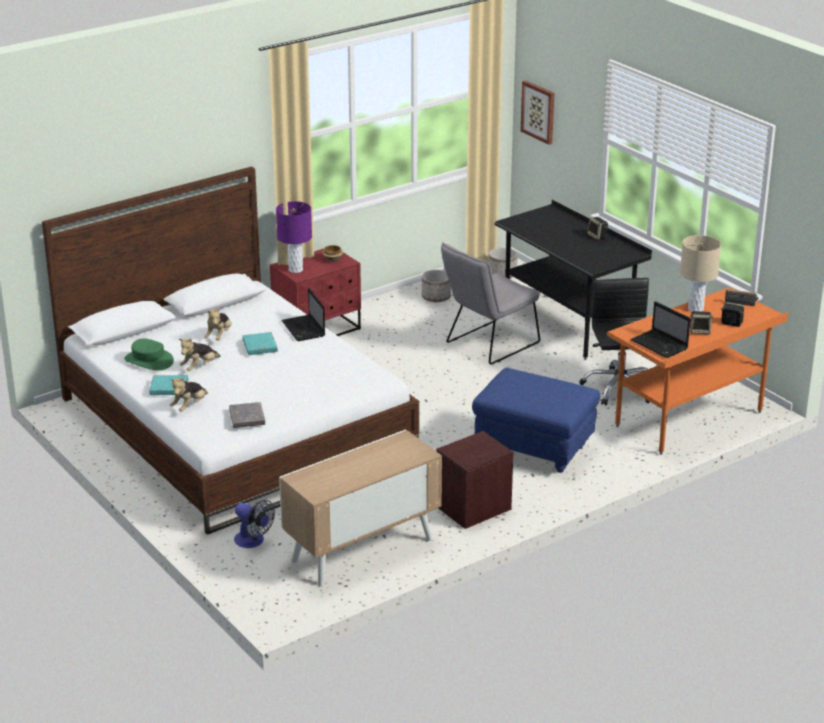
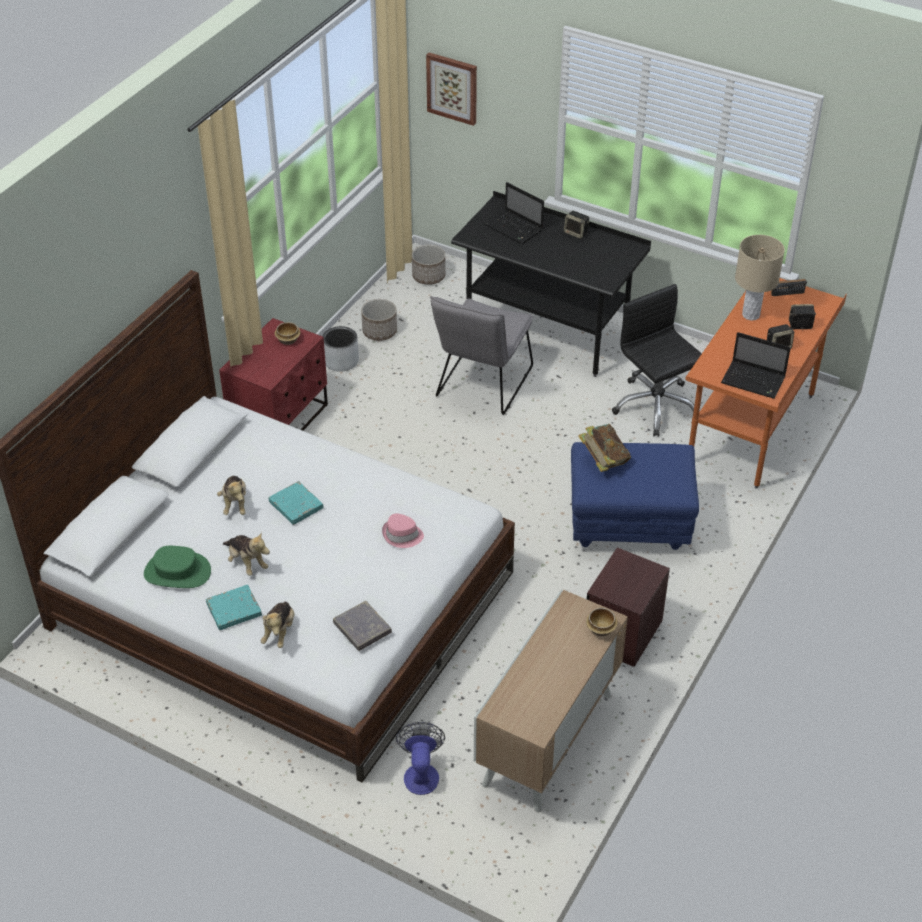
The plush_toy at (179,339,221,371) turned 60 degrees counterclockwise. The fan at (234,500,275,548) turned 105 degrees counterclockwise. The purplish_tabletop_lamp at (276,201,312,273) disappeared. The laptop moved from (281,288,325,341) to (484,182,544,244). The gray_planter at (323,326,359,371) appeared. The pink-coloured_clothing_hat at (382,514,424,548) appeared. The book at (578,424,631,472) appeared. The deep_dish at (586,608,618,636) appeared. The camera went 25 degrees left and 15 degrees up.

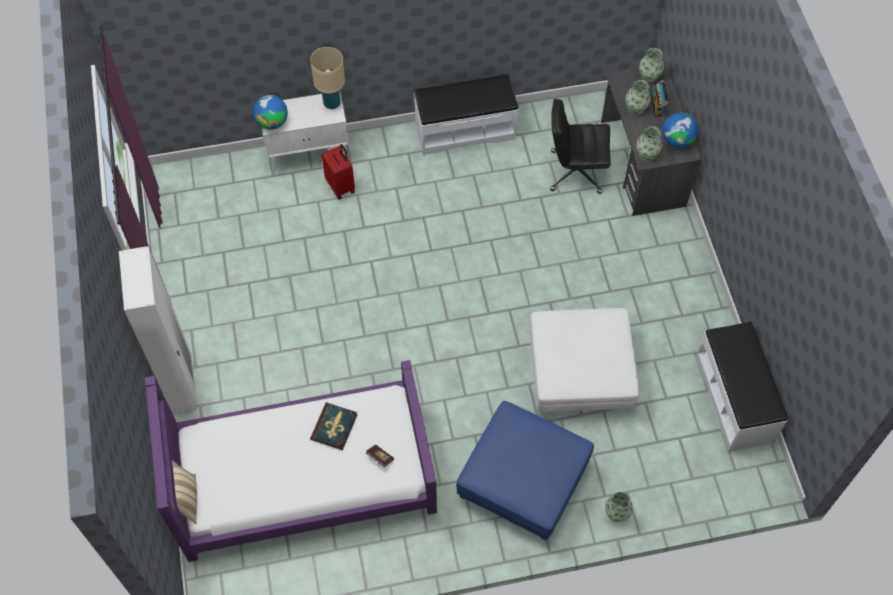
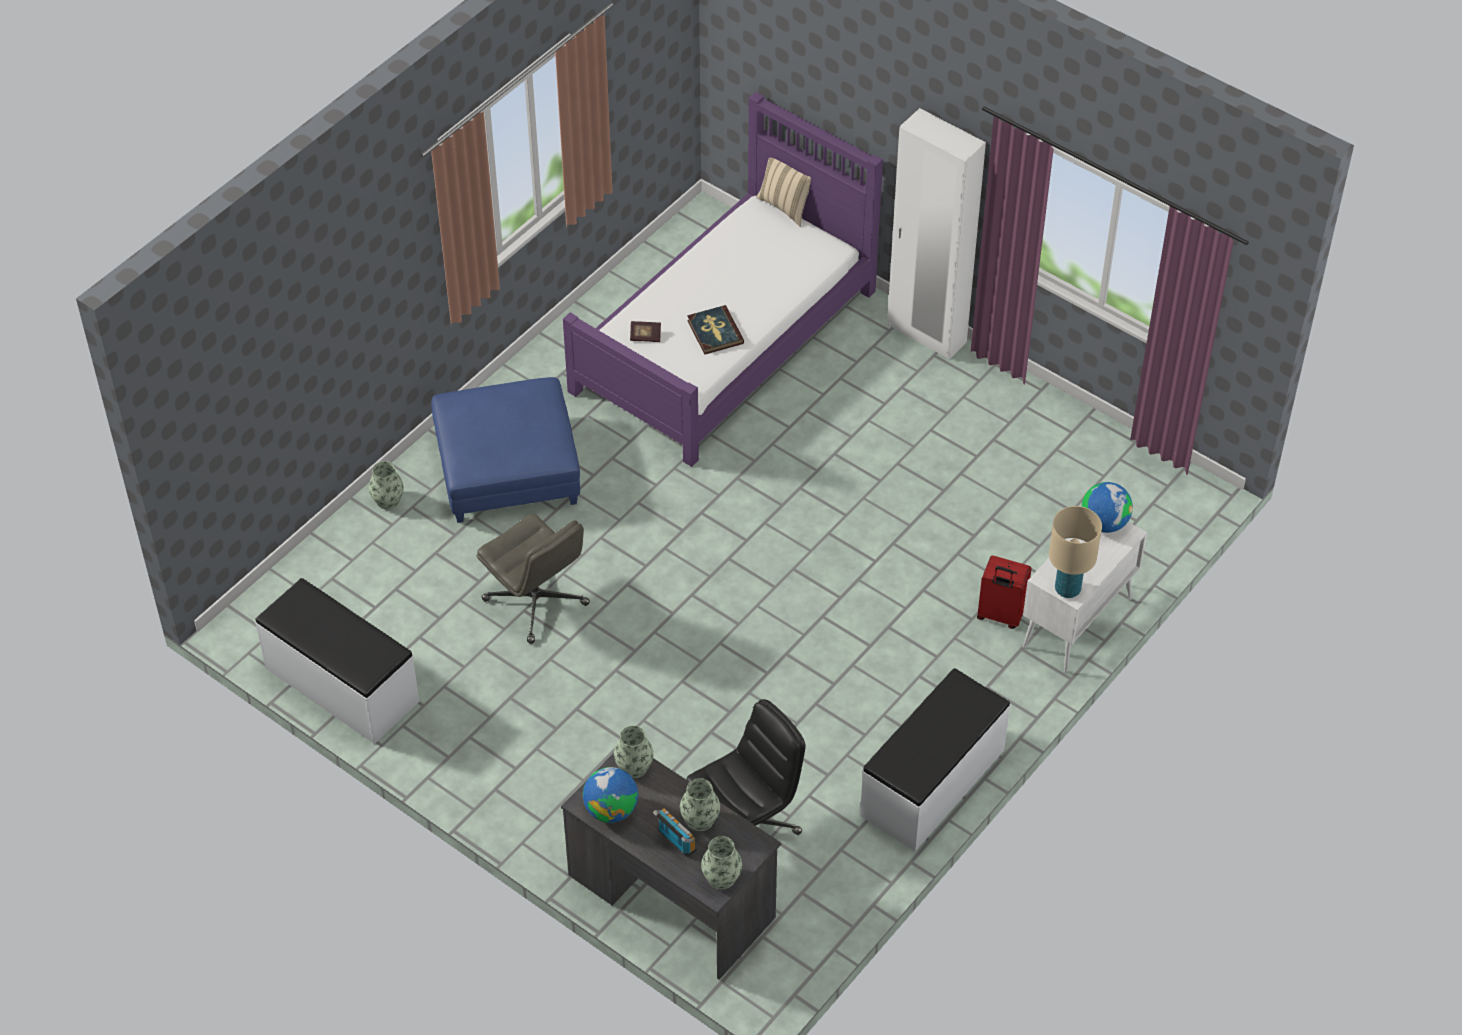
The white-coloured_ottoman at (530,308,639,415) was replaced by the gray_office_chair at (477,514,590,644). The camera went 140 degrees right and 10 degrees down.

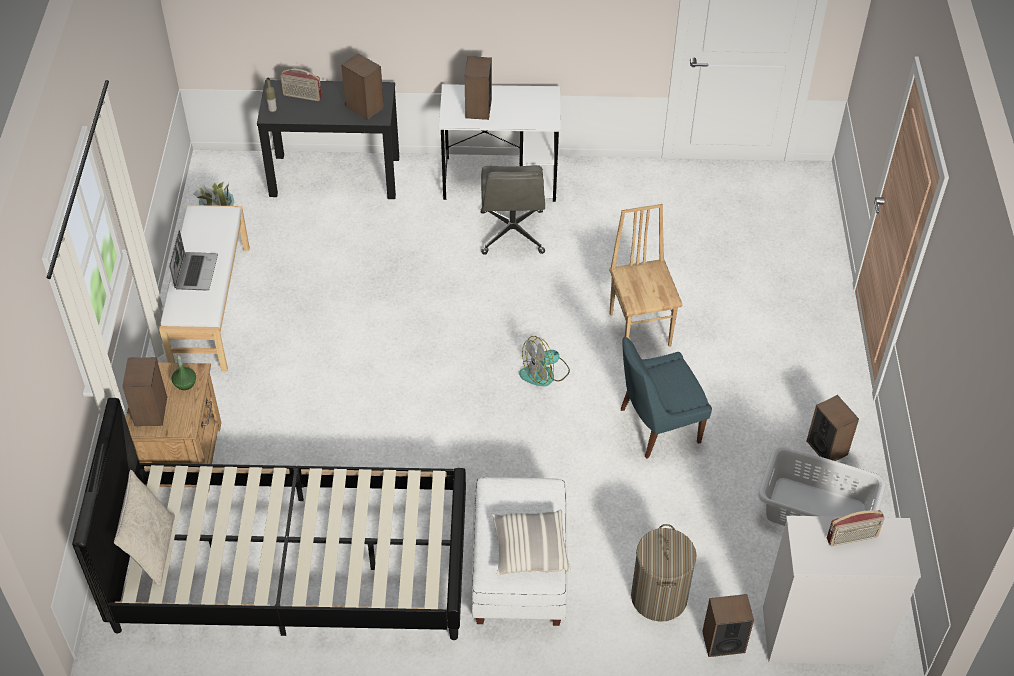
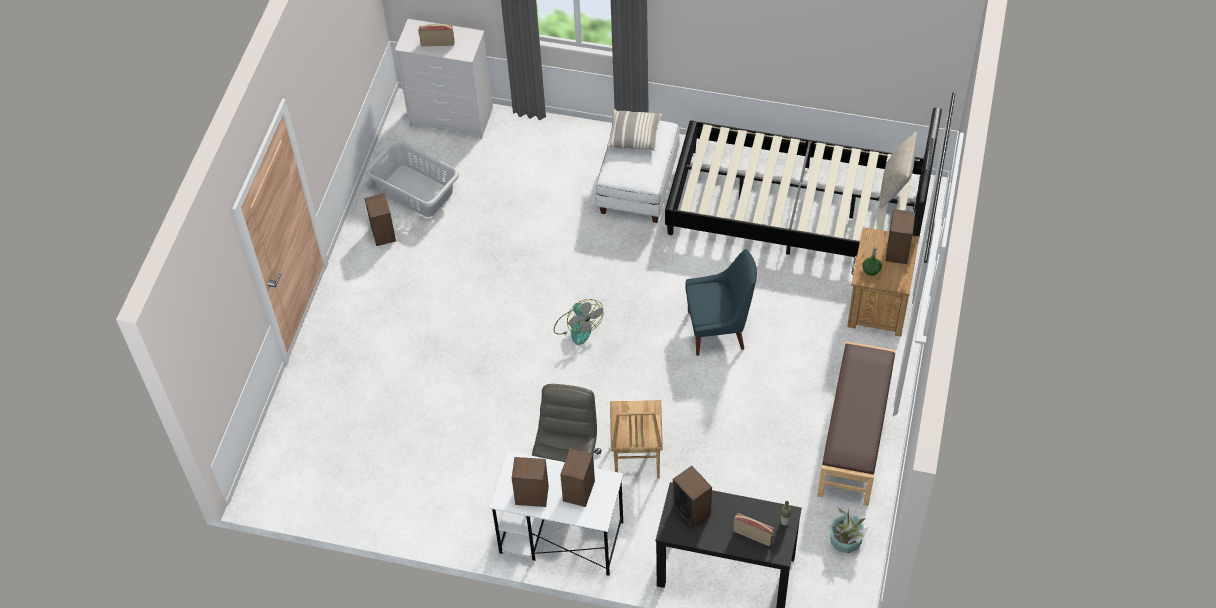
The white-coloured_indoor_bench at (159,205,250,371) became the brownish_indoor_bench at (817,341,896,506). The laptop at (169,230,218,290) disappeared. The fan at (519,336,570,386) turned 75 degrees clockwise. The brownish_plain_chair moved from (609,204,683,347) to (610,400,663,478). The bluish_plain_chair moved from (621,336,712,458) to (686,249,757,356). The washing_basket at (631,524,697,622) disappeared. The speaker moved from (702,594,754,657) to (512,457,549,507). The camera went 165 degrees left and 5 degrees up.

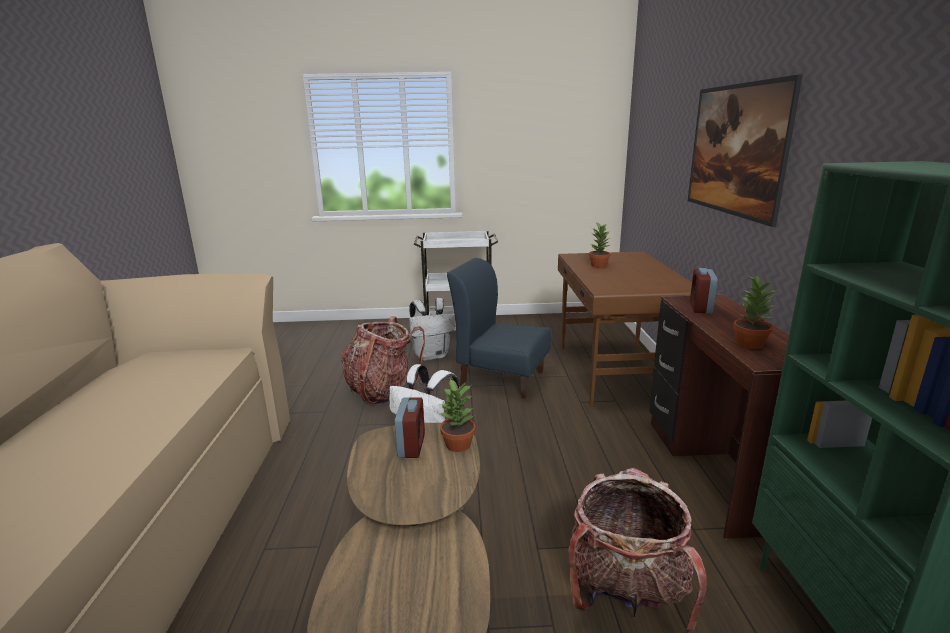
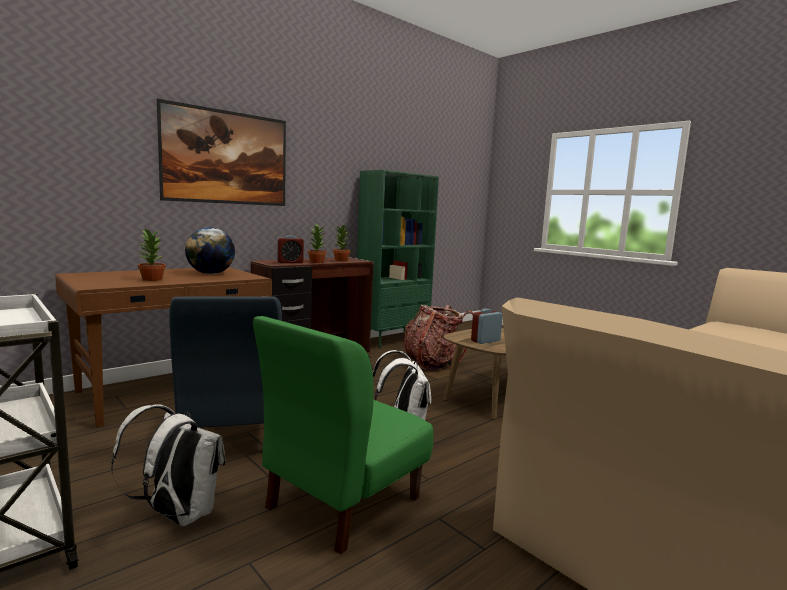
The rucksack at (341,316,425,406) was replaced by the green_plain_chair at (253,316,433,555). The houseplant moved from (438,379,476,452) to (308,224,327,263). The globe at (185,227,235,274) appeared. The camera went 130 degrees left and 10 degrees down.

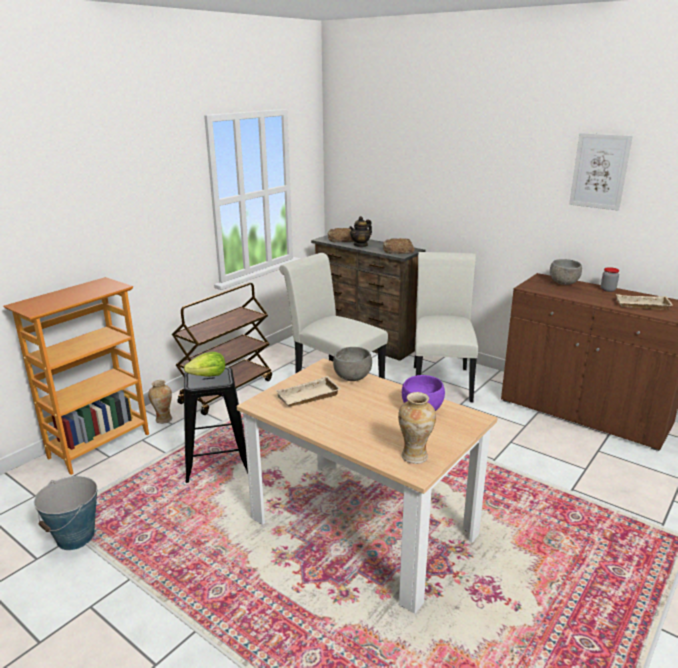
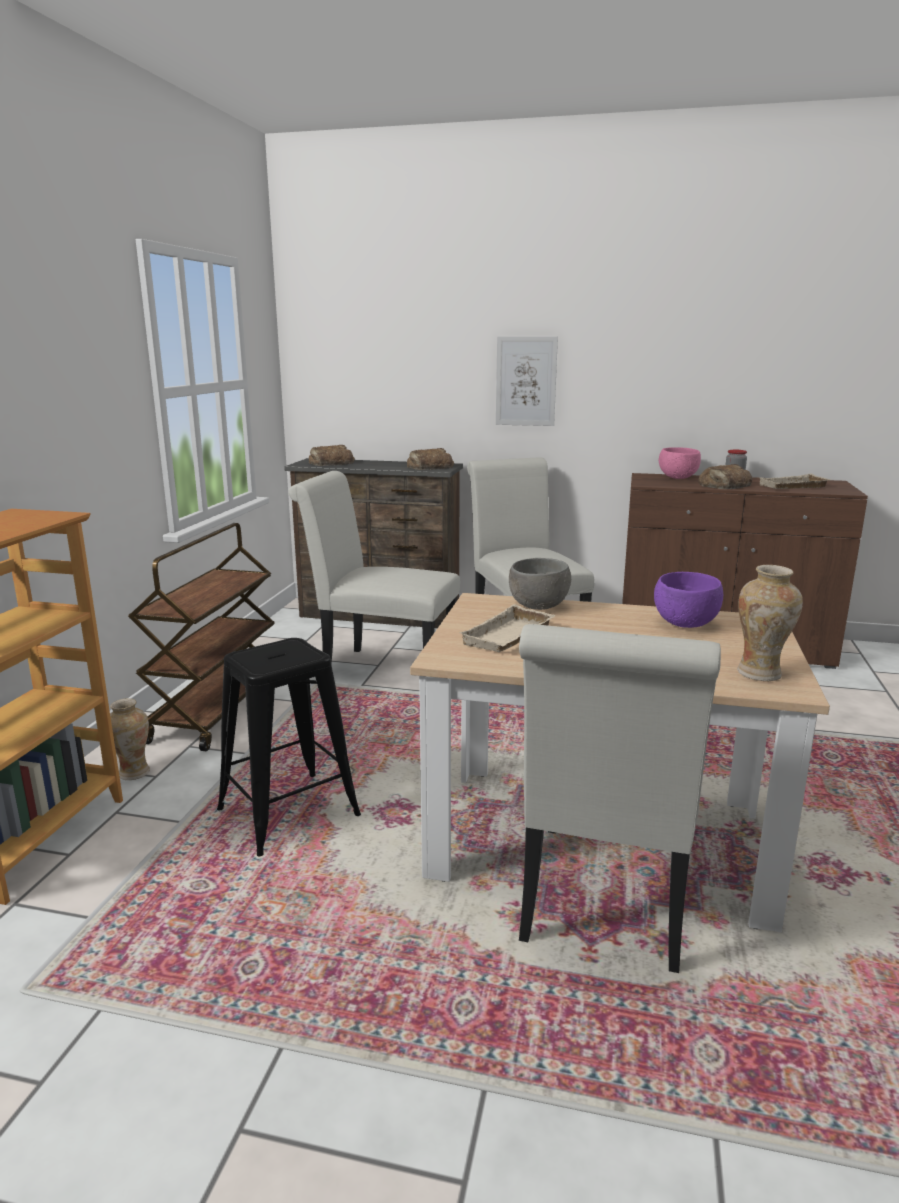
The water_bucket at (34,476,97,550) disappeared. The head_of_lettuce at (184,352,225,377) disappeared. The pot_for_tea at (349,216,372,247) disappeared. The gray_deep_dish at (550,259,582,285) became the pink-coloured_deep_dish at (659,447,701,479). The wall_art moved from (569,133,633,211) to (496,336,558,426). The white-coloured_plain_chair at (519,624,721,973) appeared. The bread at (698,464,752,489) appeared. The camera went 25 degrees left and 5 degrees down.

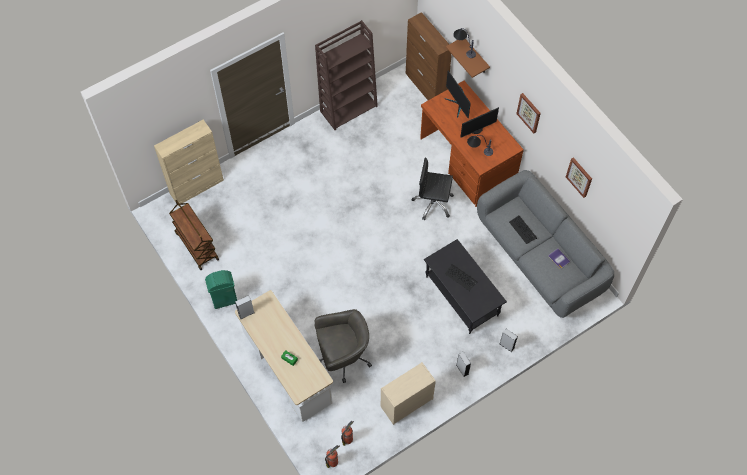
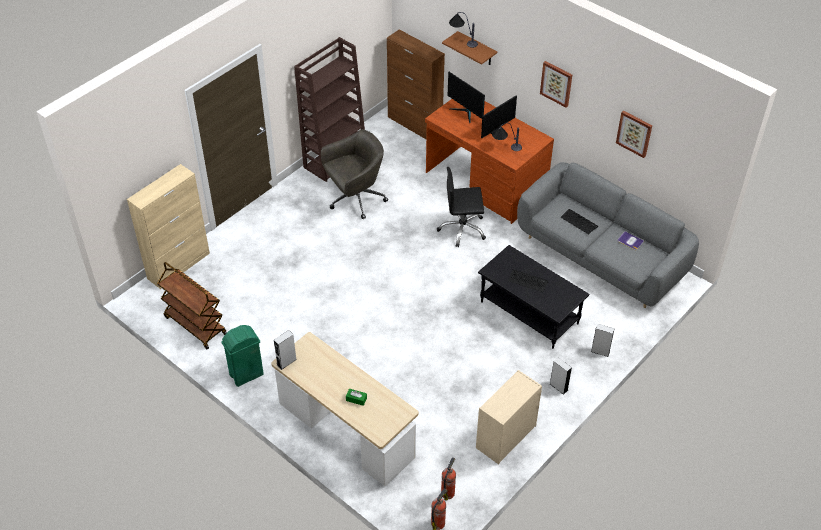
The gray_office_chair moved from (314,309,372,383) to (321,130,388,219). The camera went 15 degrees left and 15 degrees down.

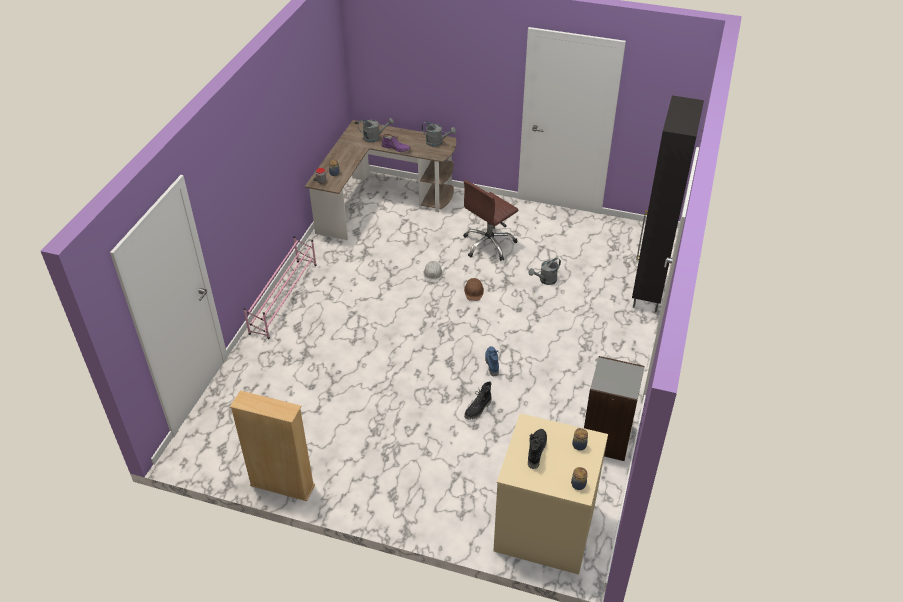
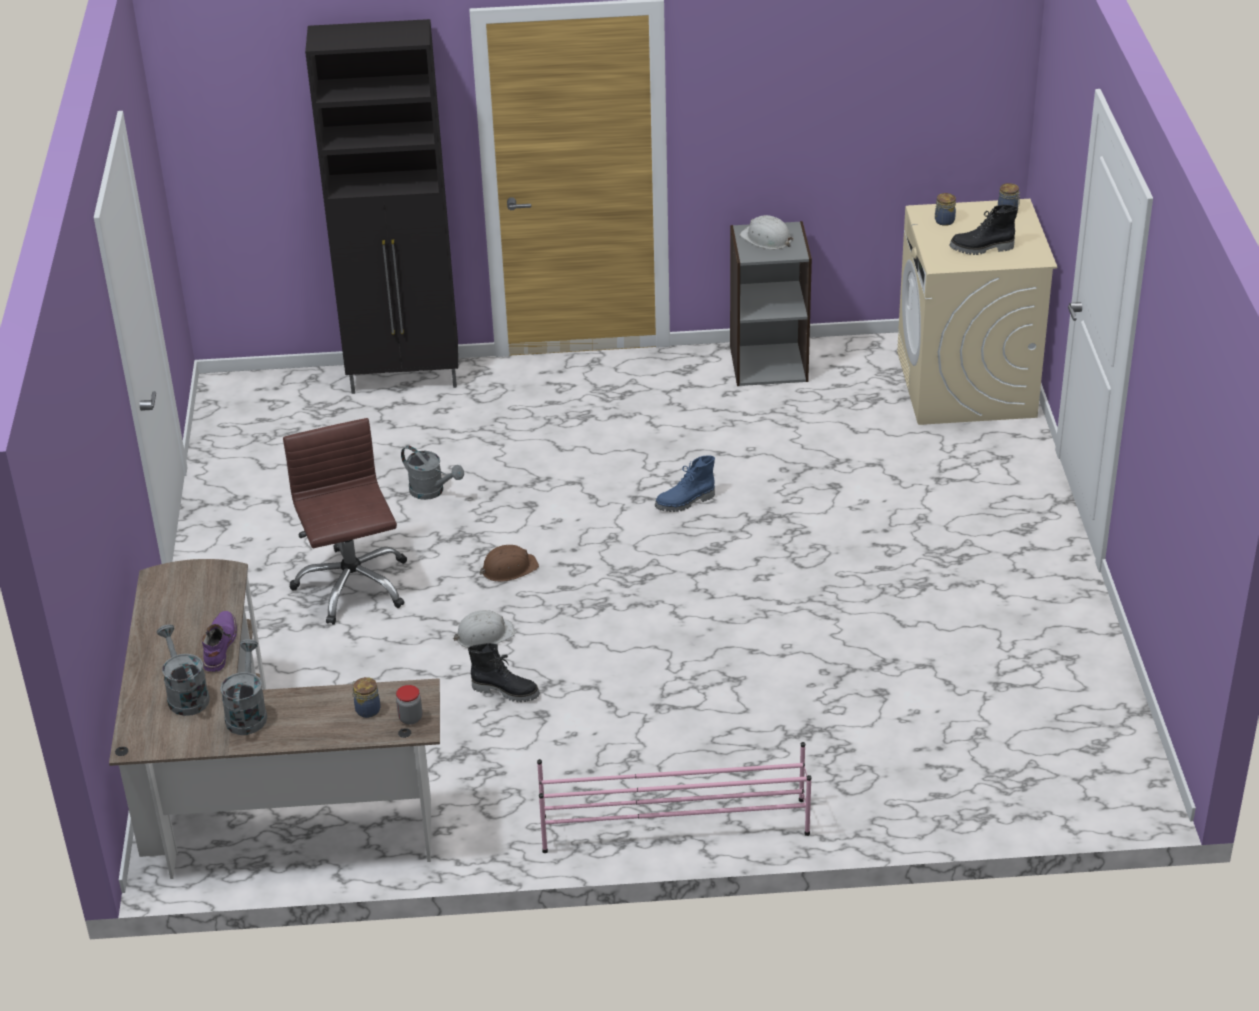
The sand-coloured_bookshelf at (230,390,315,501) disappeared. The gray_watering_pot moved from (422,122,456,147) to (220,639,267,735). The brownish_office_chair at (463,180,518,261) turned 135 degrees counterclockwise. The black_boot moved from (464,382,491,420) to (468,643,540,702). The white-coloured_safety_helmet at (740,215,793,250) appeared. The camera went 110 degrees left and 5 degrees down.

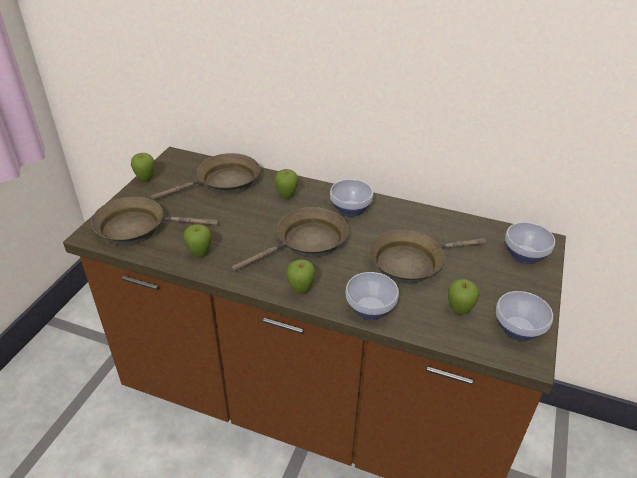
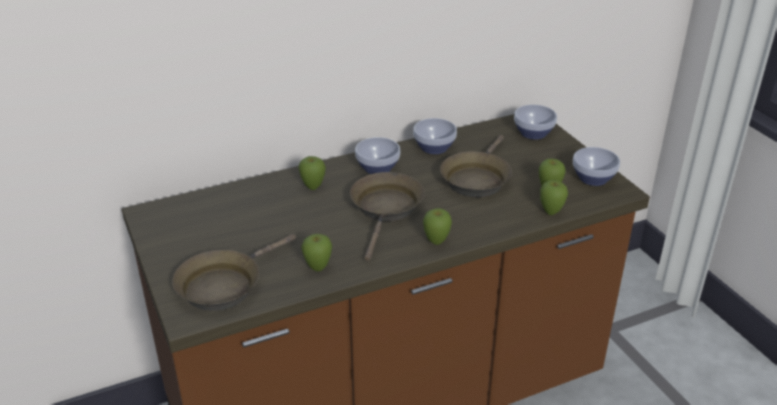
The whole_apple moved from (131,153,154,182) to (540,180,568,215). The brownish_pan at (151,153,260,200) disappeared. The deep_dish moved from (346,272,399,320) to (413,118,457,154). The camera went 45 degrees left and 5 degrees down.

